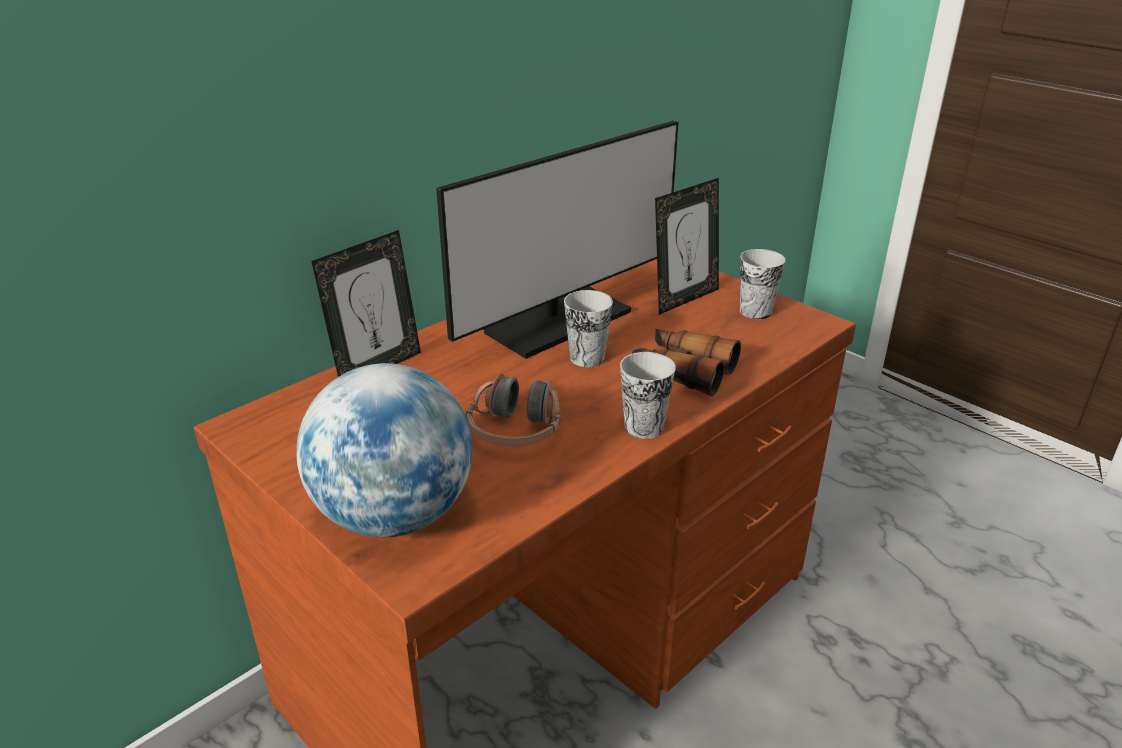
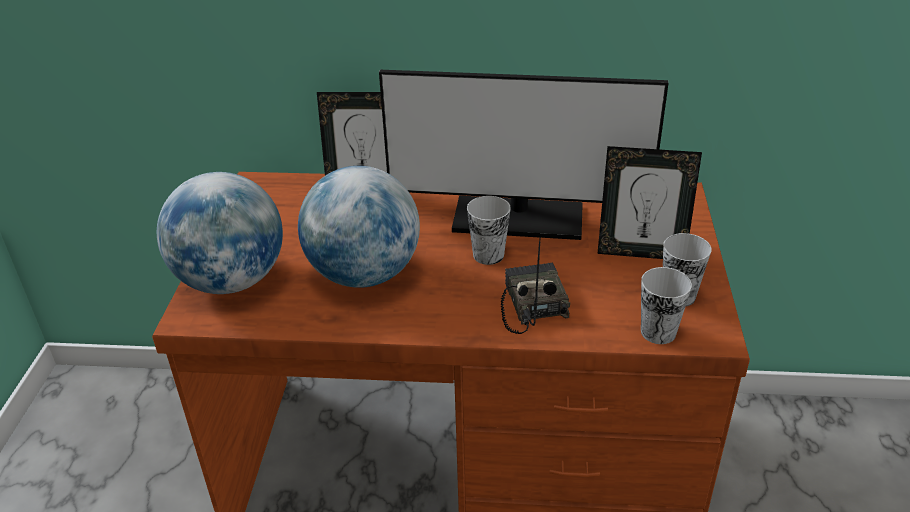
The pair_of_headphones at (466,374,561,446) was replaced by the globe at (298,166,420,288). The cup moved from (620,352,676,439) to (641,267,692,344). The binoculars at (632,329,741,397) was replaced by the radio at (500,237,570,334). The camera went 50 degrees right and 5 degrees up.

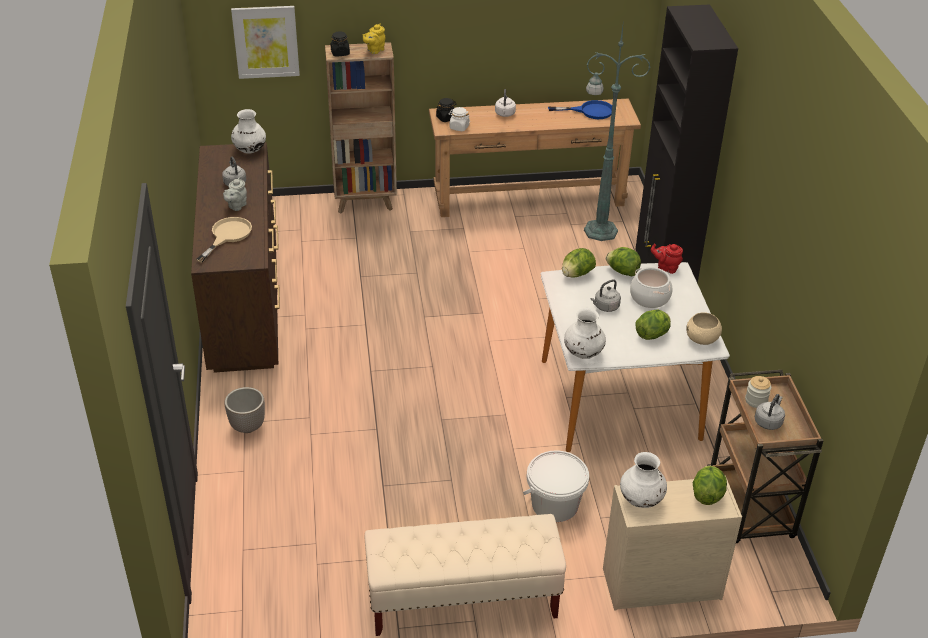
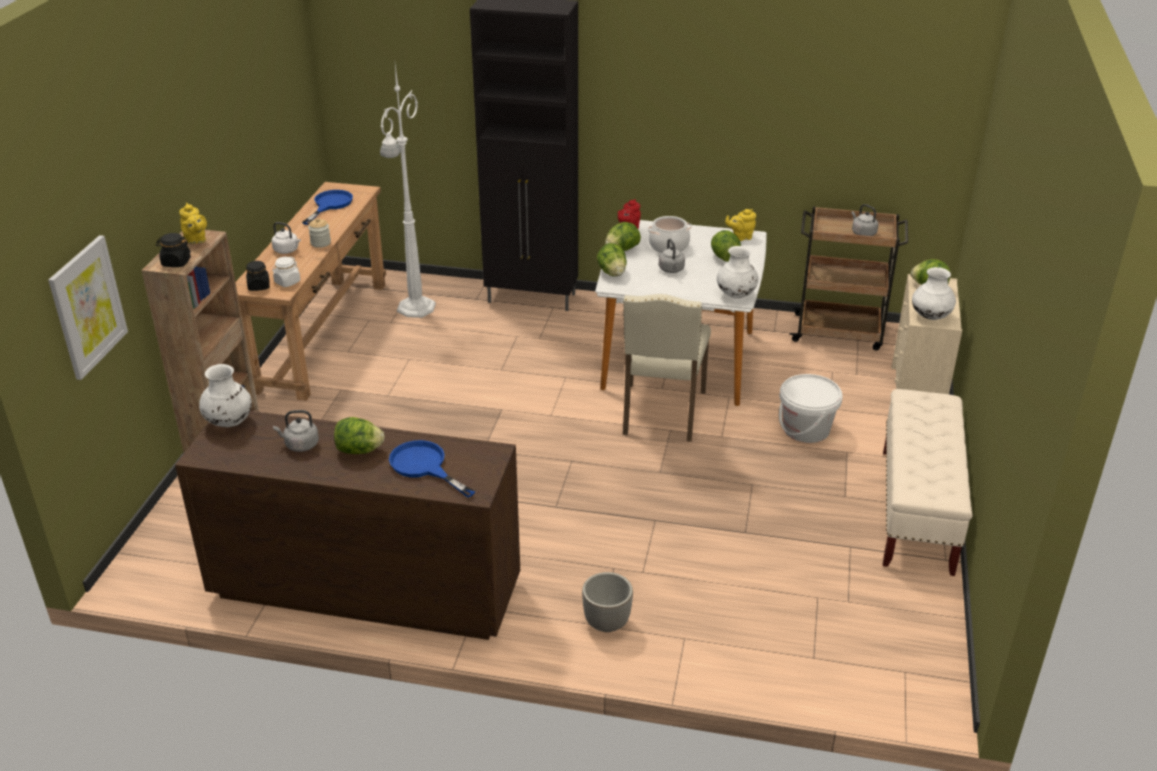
The sand-coloured_pan at (196,217,252,262) became the bluish_pan at (389,440,475,498). The gray_pot_for_tea at (223,178,247,211) was replaced by the head_of_lettuce at (334,417,384,454). The green_floor_lamp at (584,19,651,241) became the white-coloured_floor_lamp at (380,65,436,318). The sand-coloured_deep_dish at (686,312,722,345) was replaced by the yellowish_pot_for_tea at (725,209,756,241). The storage_jar moved from (745,376,771,408) to (308,218,331,248). The sand-coloured_plain_chair at (623,294,711,442) appeared. The camera went 70 degrees left and 5 degrees down.

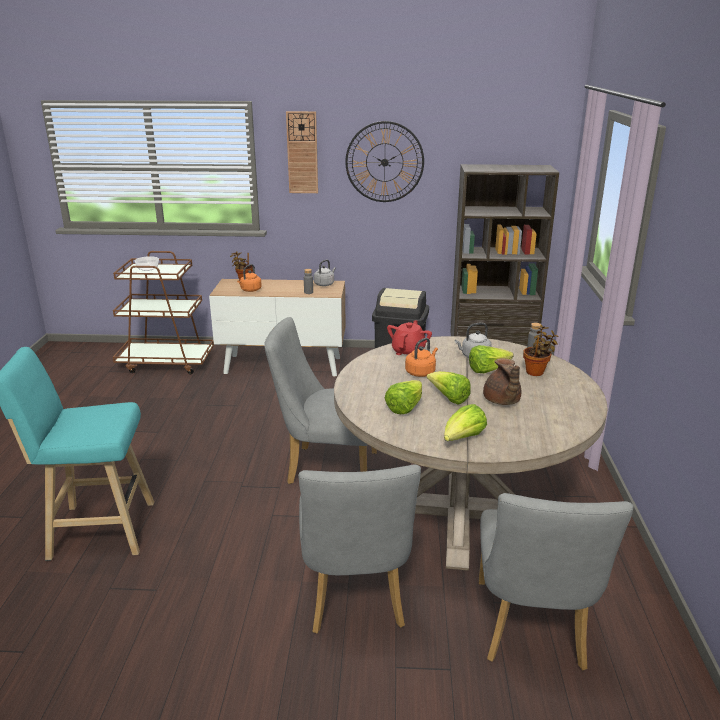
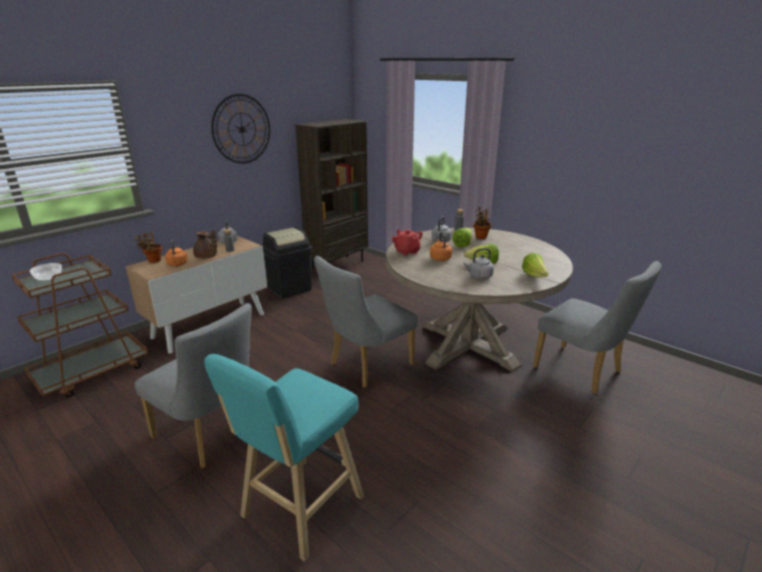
The clock_on_the_wall at (286,111,318,193) disappeared. The gray_plain_chair moved from (298,465,421,634) to (135,303,252,468). The head_of_lettuce at (385,380,422,414) was replaced by the gray_kettle at (463,248,494,279). The brownish_pot_for_tea moved from (483,358,521,405) to (193,230,217,259). The camera went 50 degrees left and 0 degrees up.

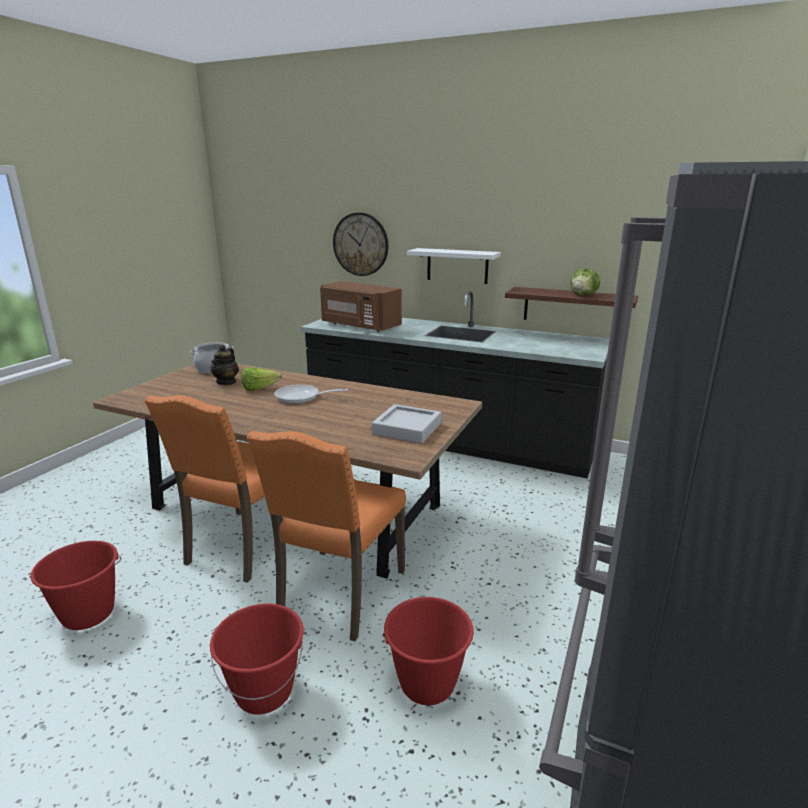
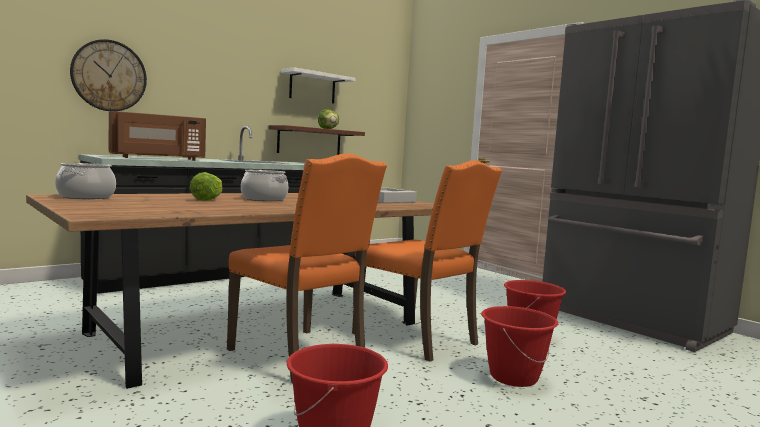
The pot_for_tea at (210,345,239,385) disappeared. The pan at (274,385,348,404) was replaced by the saucepot at (241,170,288,201). The white-coloured_bracket_shelf moved from (407,248,501,284) to (281,67,355,103). The camera went 65 degrees left and 15 degrees down.

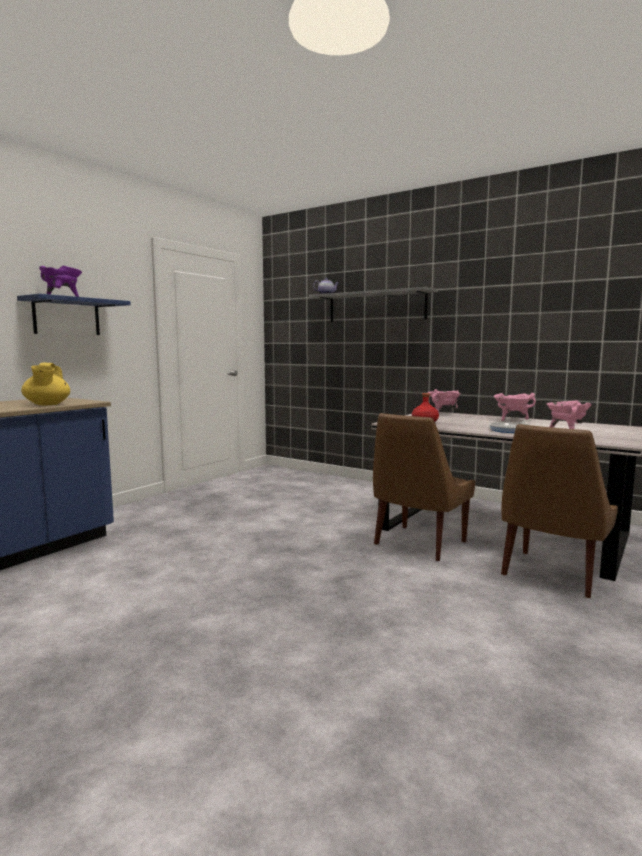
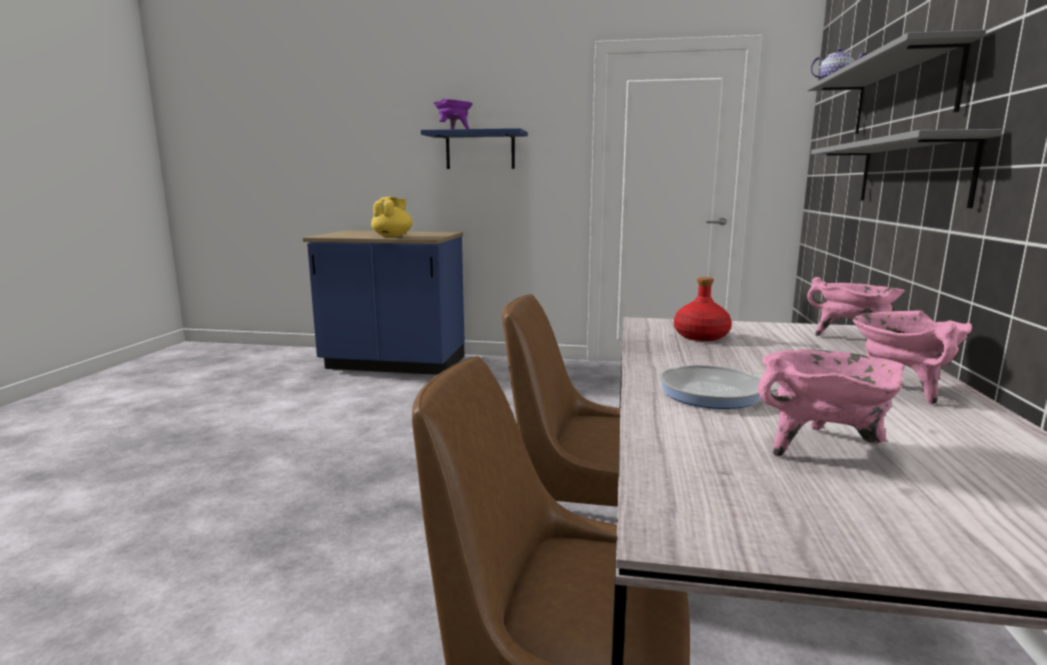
The yellowish_pot_for_tea at (21,363,70,405) turned 150 degrees clockwise. The gray_bracket_shelf at (811,129,1002,208) appeared. The camera went 65 degrees right and 5 degrees up.

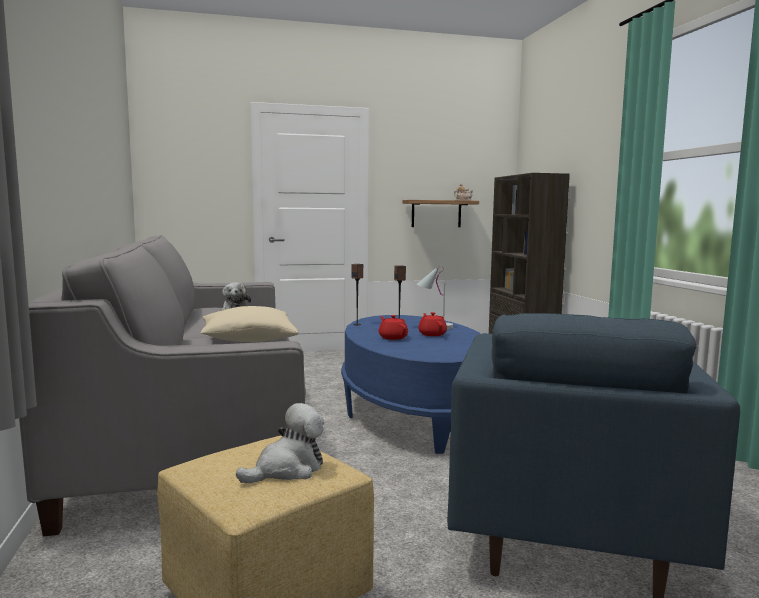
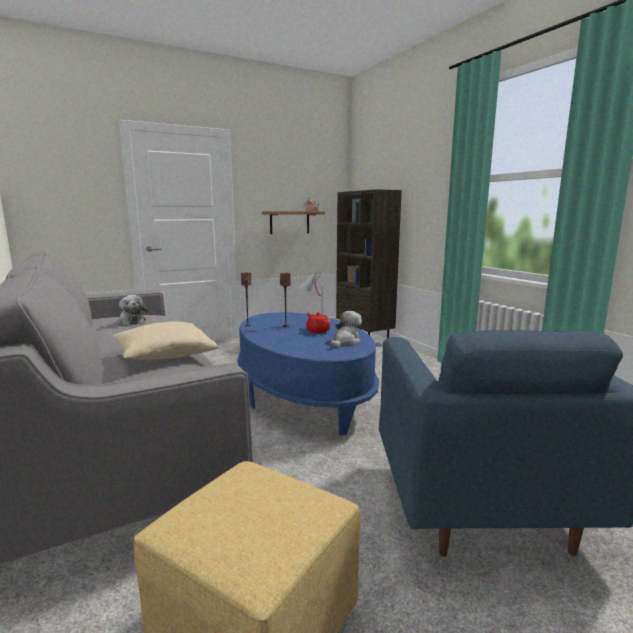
The plush_toy moved from (236,403,324,483) to (331,311,362,347). The red_pot_for_tea at (379,315,408,340) disappeared. The camera went 15 degrees left and 5 degrees up.

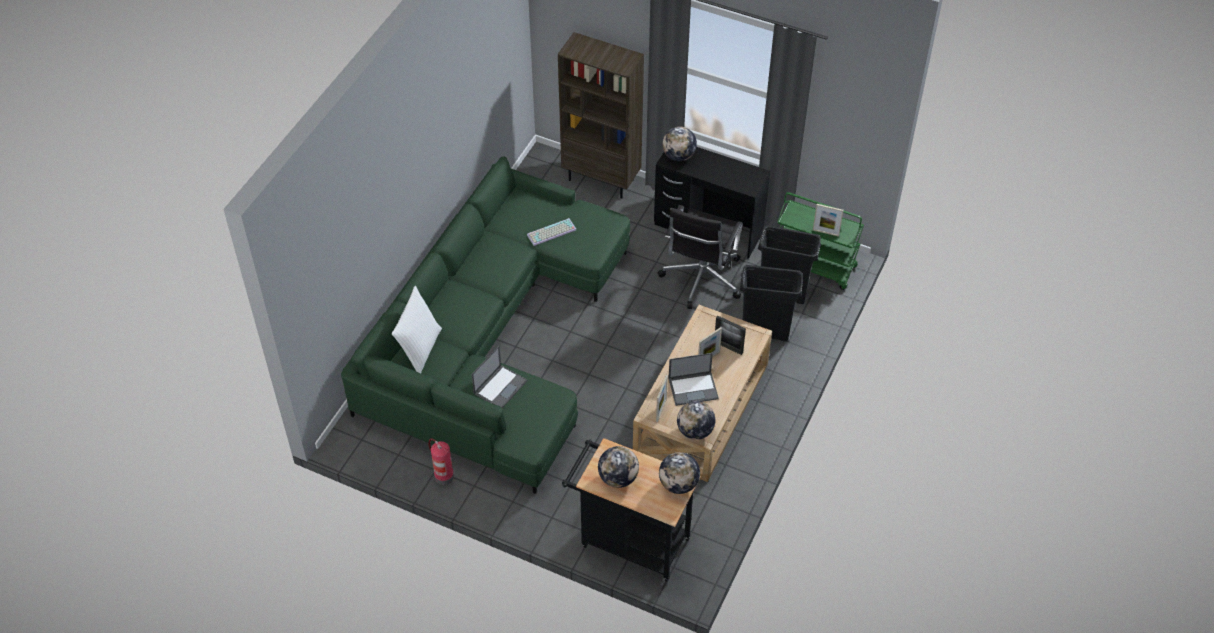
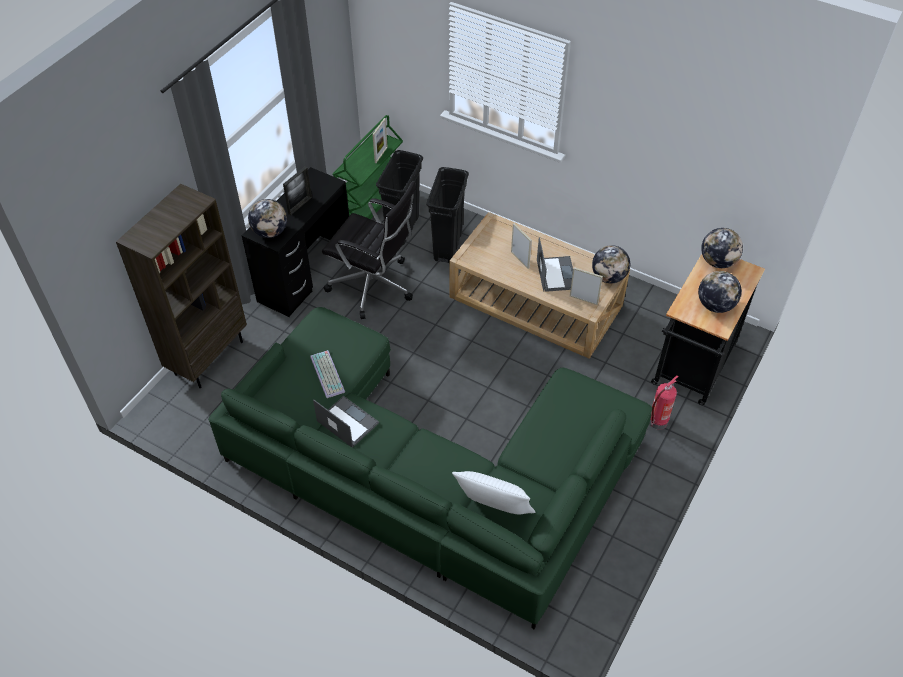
The fire_extinguisher moved from (428,438,454,485) to (649,376,679,430). The laptop moved from (471,346,527,408) to (313,396,379,448). The picture_frame moved from (715,316,746,355) to (283,166,312,215). The camera went 85 degrees left and 0 degrees up.

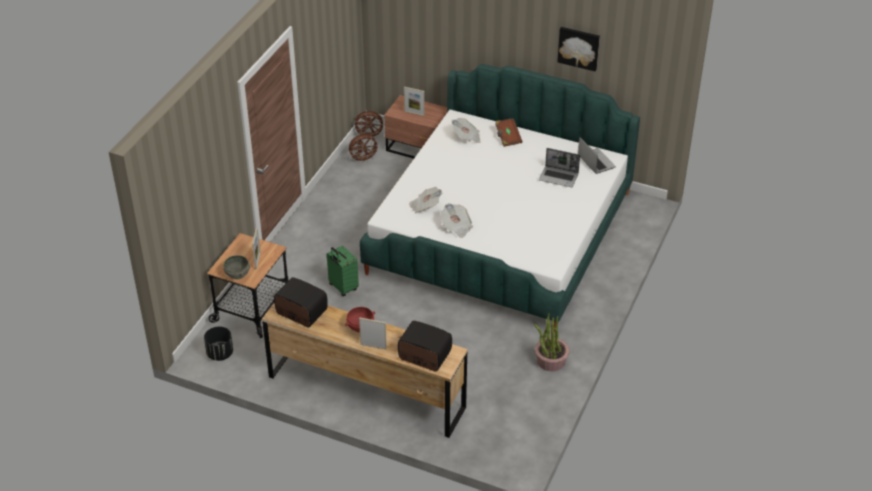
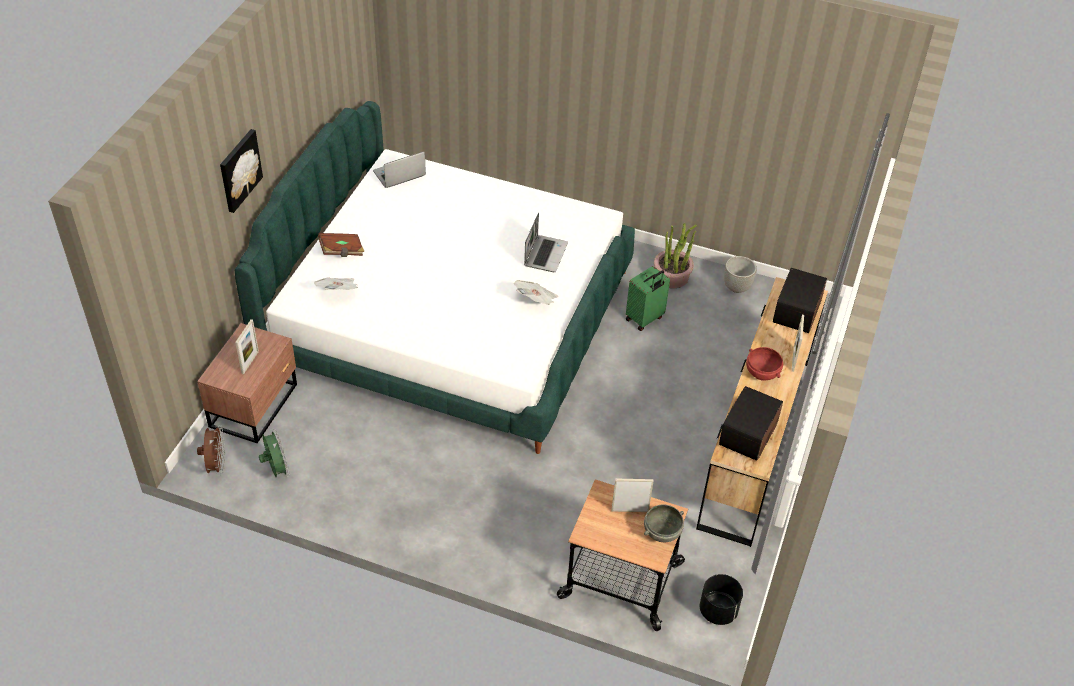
The green_piece_of_luggage moved from (327,246,359,296) to (626,266,670,331). The brownish_fan at (349,134,380,163) became the green_fan at (259,429,290,478). The newspaper at (409,187,442,214) disappeared. The laptop moved from (539,148,580,187) to (524,212,568,272). The wall_art moved from (557,27,600,71) to (220,129,263,213). The planter at (724,256,757,293) appeared. The camera went 95 degrees left and 5 degrees up.

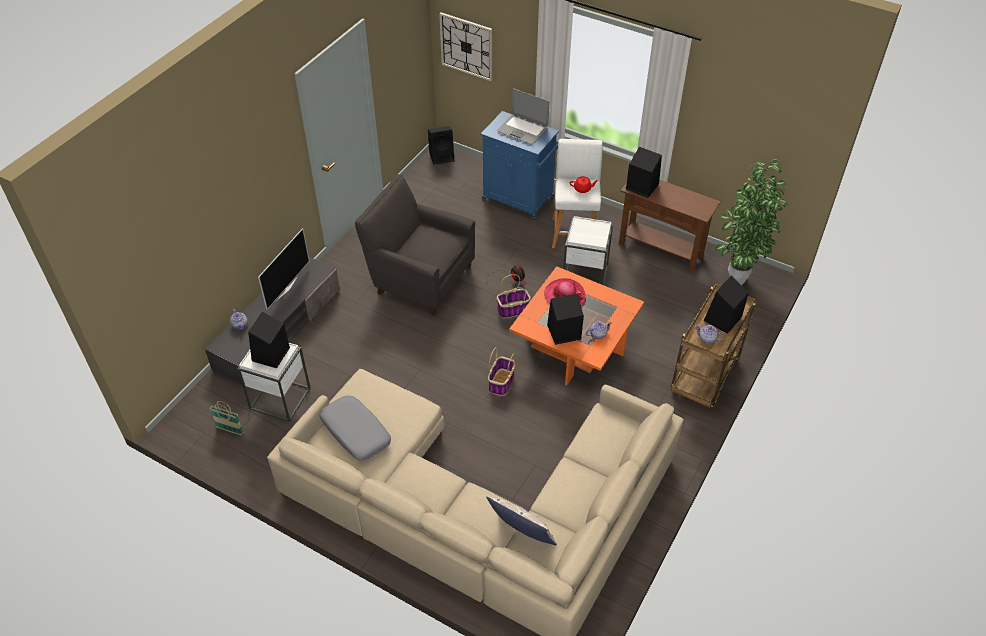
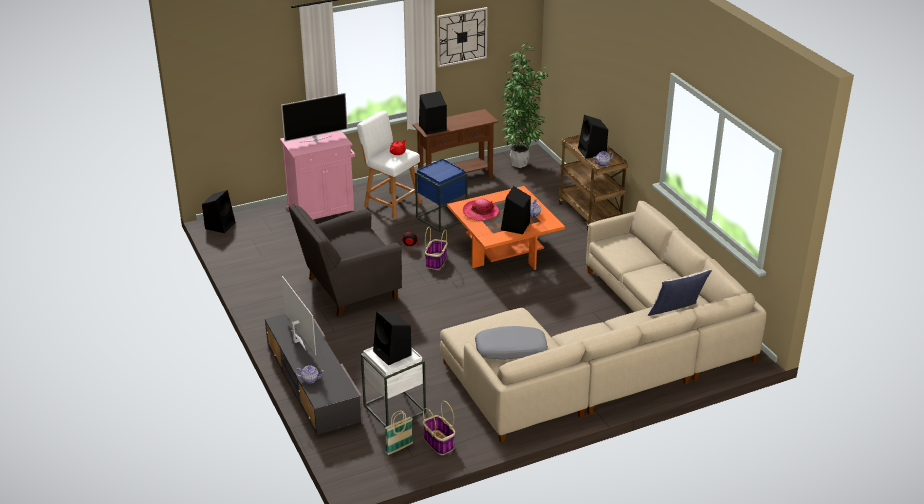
The clock_on_the_wall moved from (439,13,492,81) to (437,7,488,68). The bluish_cupboard at (481,111,559,219) became the pink-coloured_cupboard at (280,131,355,220). The storage_basket moved from (488,347,515,396) to (423,401,455,455). The laptop at (497,89,549,144) was replaced by the TV_set at (281,93,348,143). The white-coloured_accent_table at (563,216,613,285) became the bluish_accent_table at (415,159,468,232). The camera went 55 degrees left and 15 degrees down.

